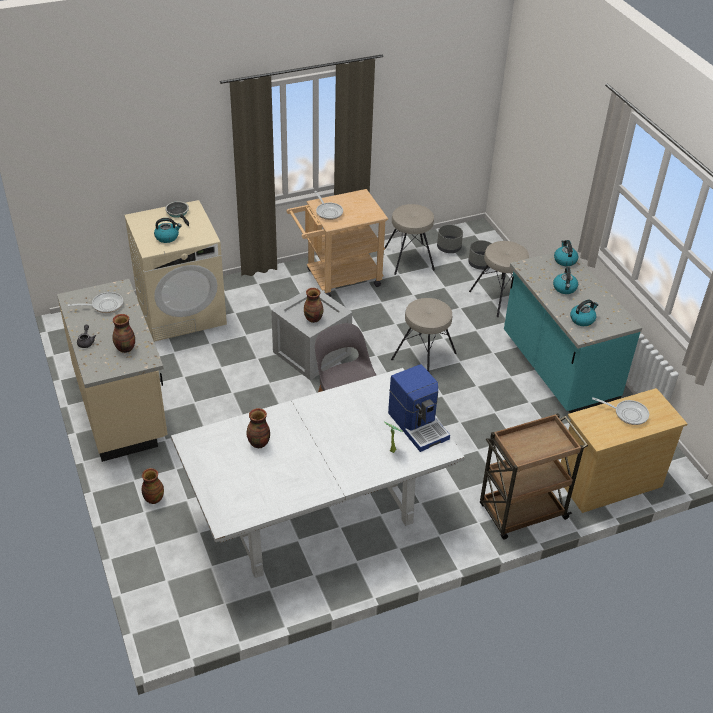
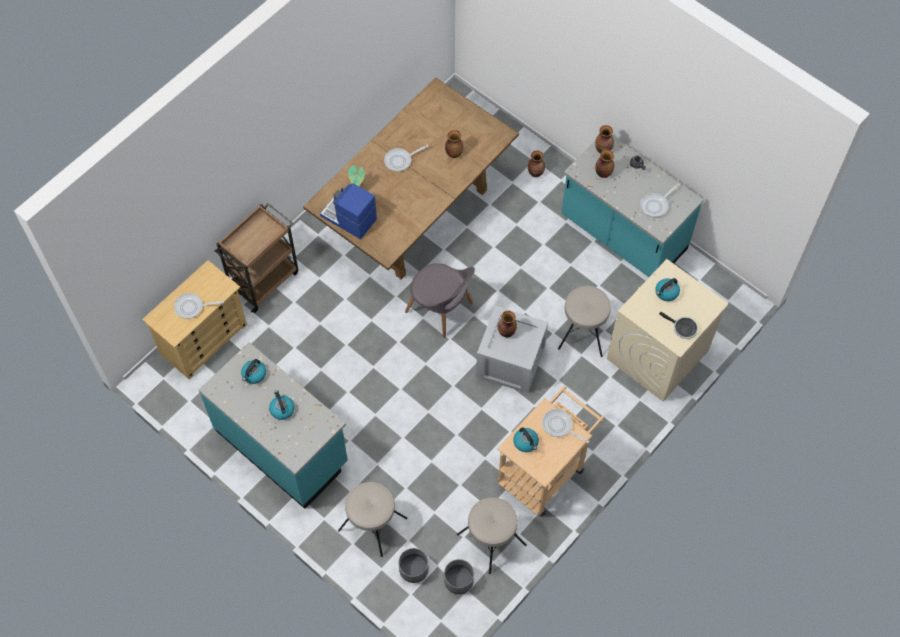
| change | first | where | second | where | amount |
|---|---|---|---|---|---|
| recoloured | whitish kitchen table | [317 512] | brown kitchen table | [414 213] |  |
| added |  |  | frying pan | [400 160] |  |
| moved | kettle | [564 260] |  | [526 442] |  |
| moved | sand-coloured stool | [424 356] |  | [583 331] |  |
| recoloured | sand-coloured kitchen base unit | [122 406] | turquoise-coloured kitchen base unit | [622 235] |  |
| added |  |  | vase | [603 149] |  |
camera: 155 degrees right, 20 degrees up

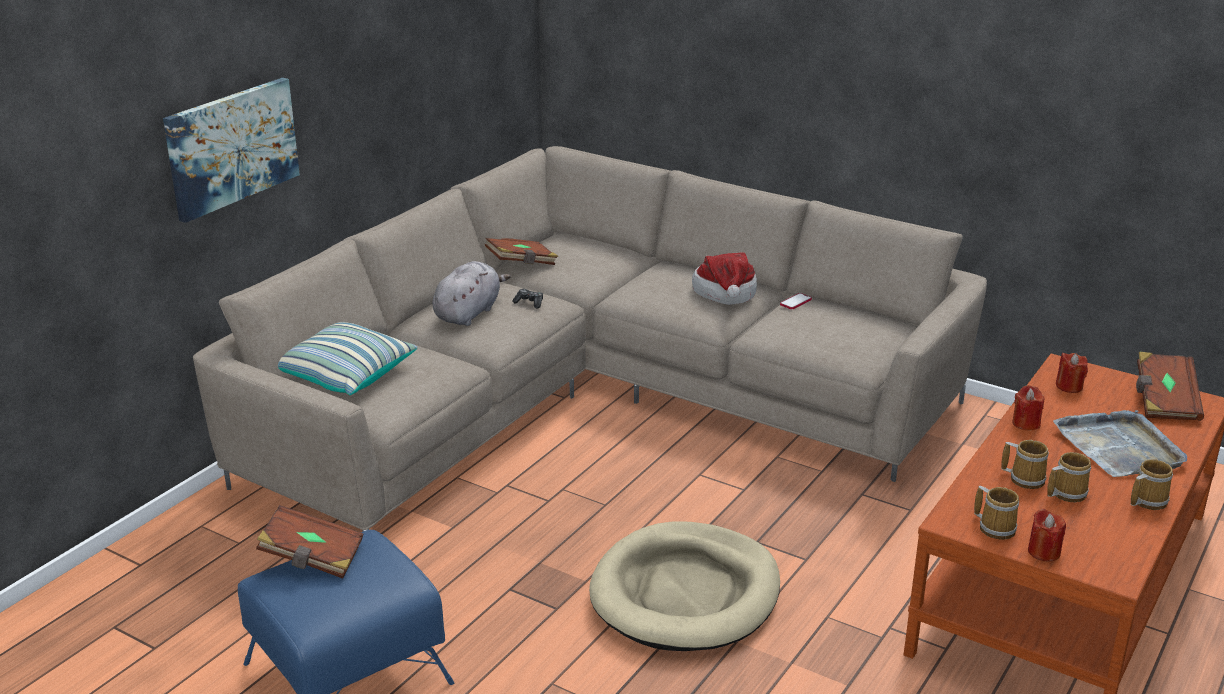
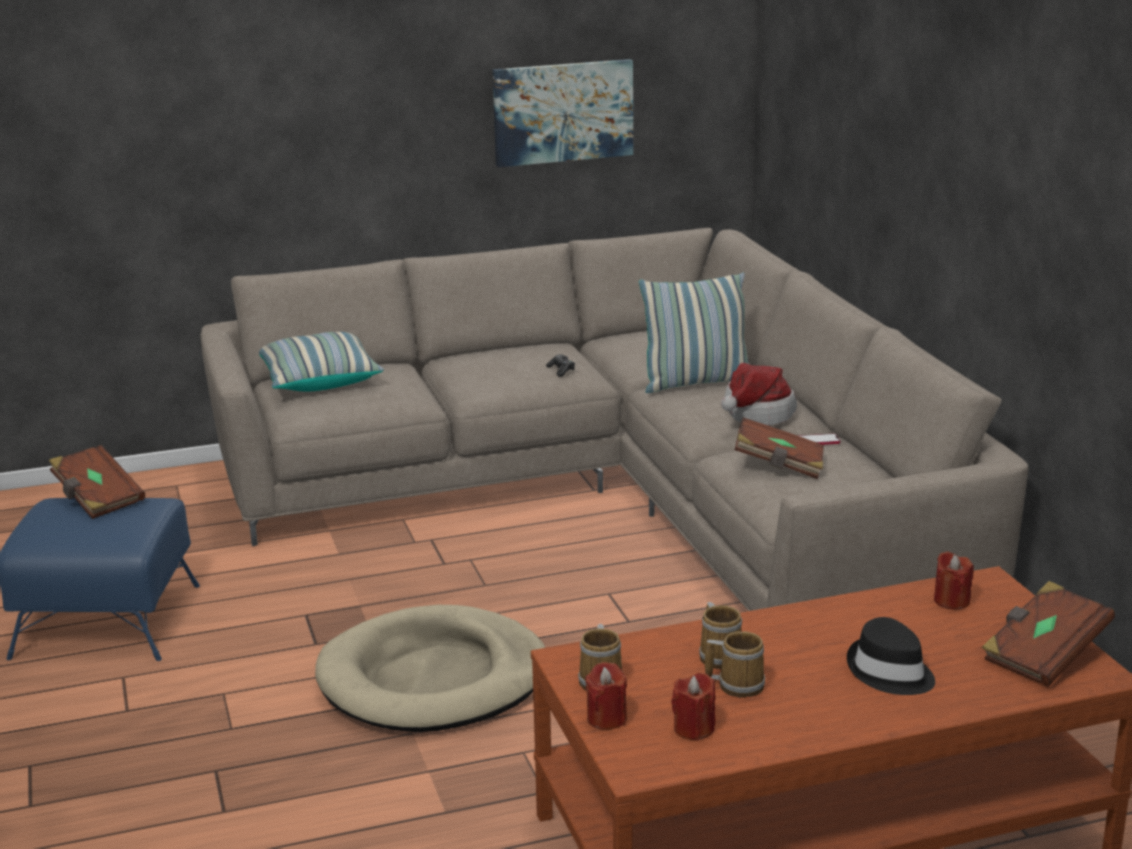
| change | first | where | second | where | amount |
|---|---|---|---|---|---|
| moved | wall art | [232 147] |  | [563 112] |  |
| added |  |  | pillow | [695 383] |  |
| moved | reddish wax light | [1026 423] |  | [694 729] |  |
| moved | brown book | [521 264] |  | [779 466] |  |
| replaced | greyish serving tray | [1120 447] | black clothing hat | [890 672] |  |
| removed | greyish soft toy | [468 313] |  |  |  |
| removed | mug | [1146 500] |  |  |  |
camera: 40 degrees right, 5 degrees down

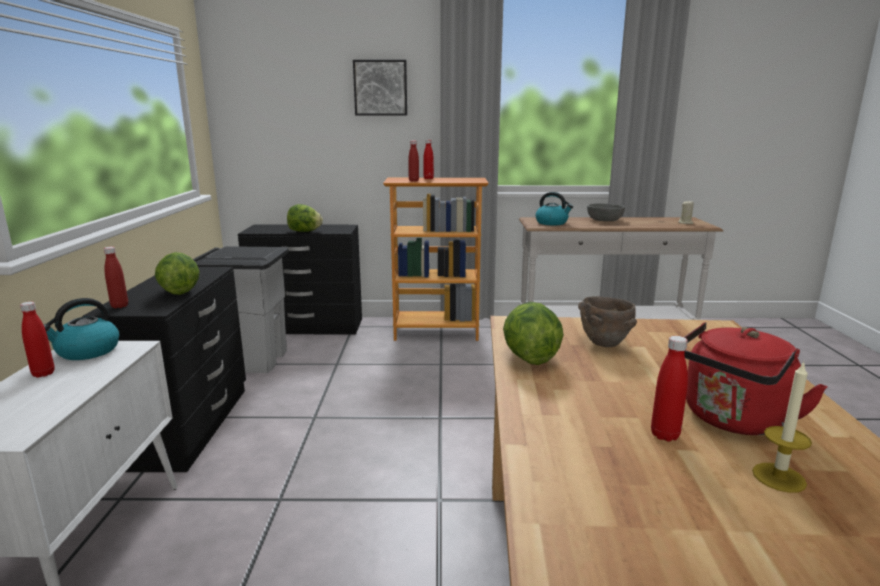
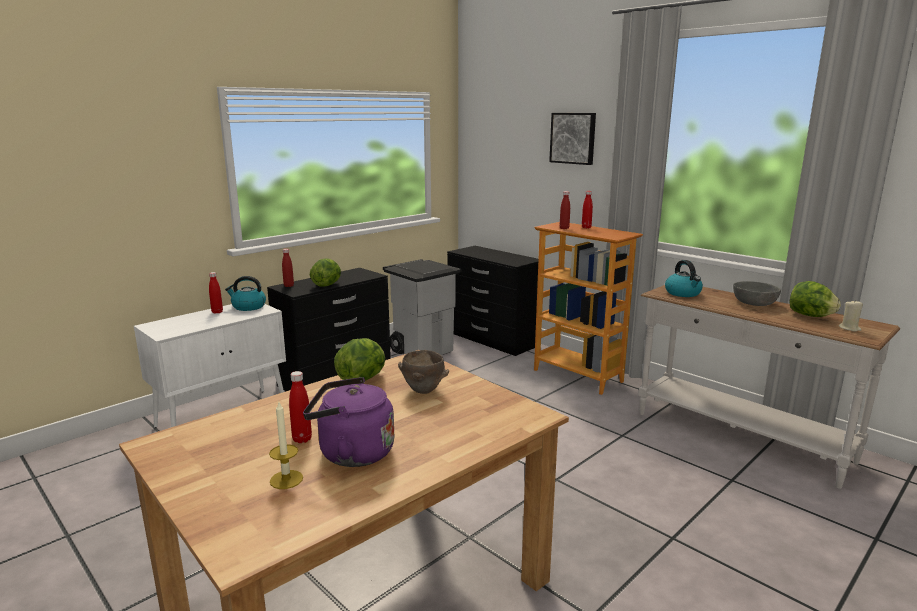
| change | first | where | second | where | amount |
|---|---|---|---|---|---|
| recoloured | reddish kettle | [732 420] | purplish kettle | [351 453] |  |
| moved | head of lettuce | [304 231] |  | [810 316] |  |
camera: 45 degrees right, 0 degrees up

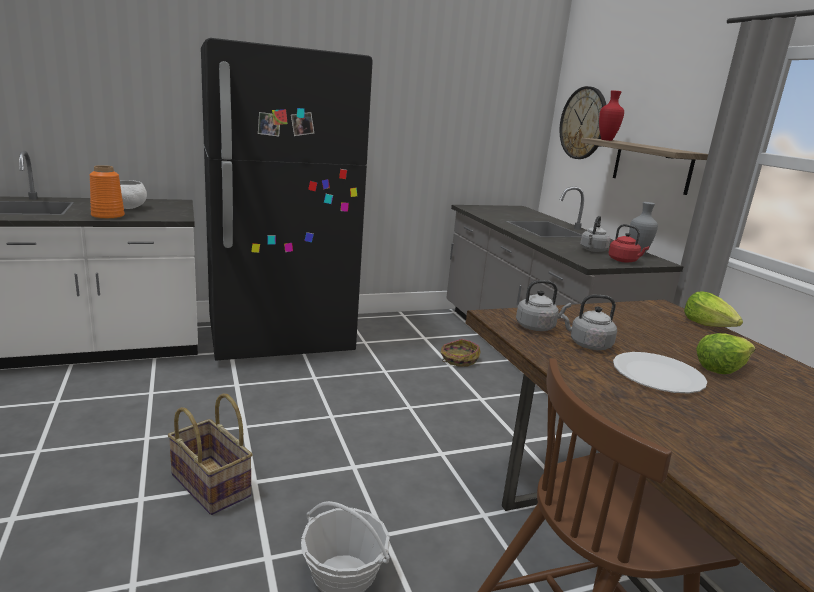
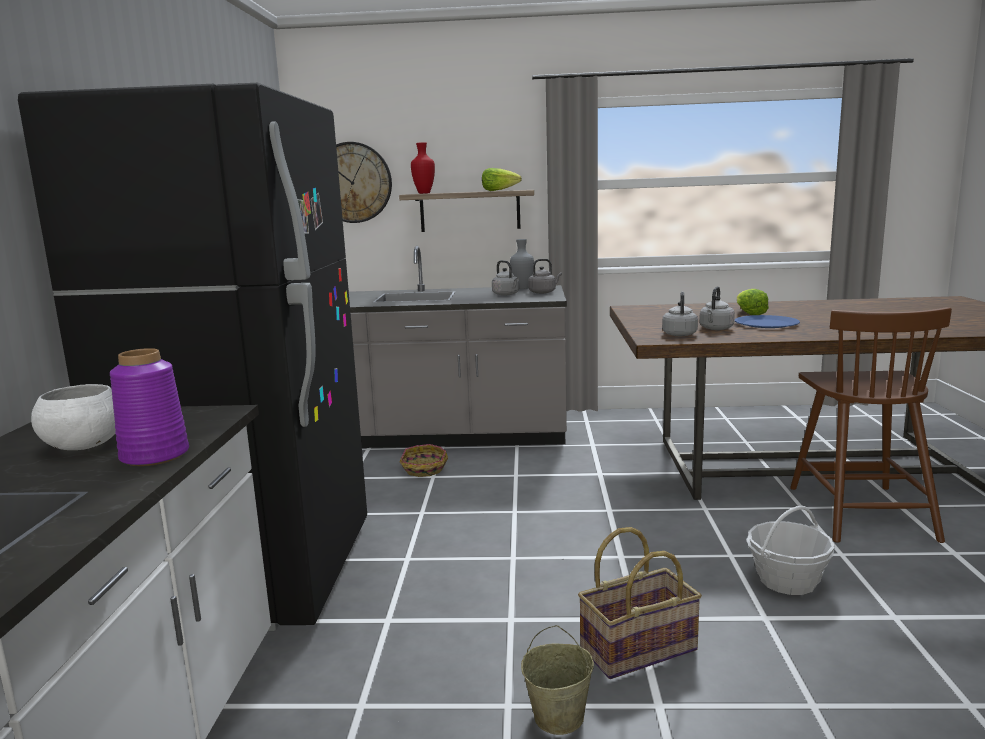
| change | first | where | second | where | amount |
|---|---|---|---|---|---|
| recoloured | orange vase | [108 216] | purplish vase | [156 455] |  |
| moved | head of lettuce | [708 325] |  | [499 190] |  |
| added |  |  | sand-coloured pail | [559 716] |  |
| recoloured | reddish kettle | [624 261] | greyish kettle | [543 292] |  |
| recoloured | whitish dinner plate | [657 375] | blue dinner plate | [766 324] |  |
camera: 65 degrees left, 5 degrees down

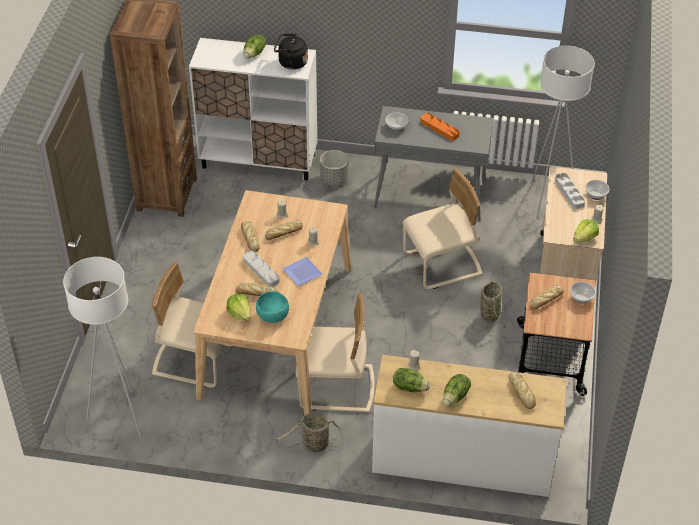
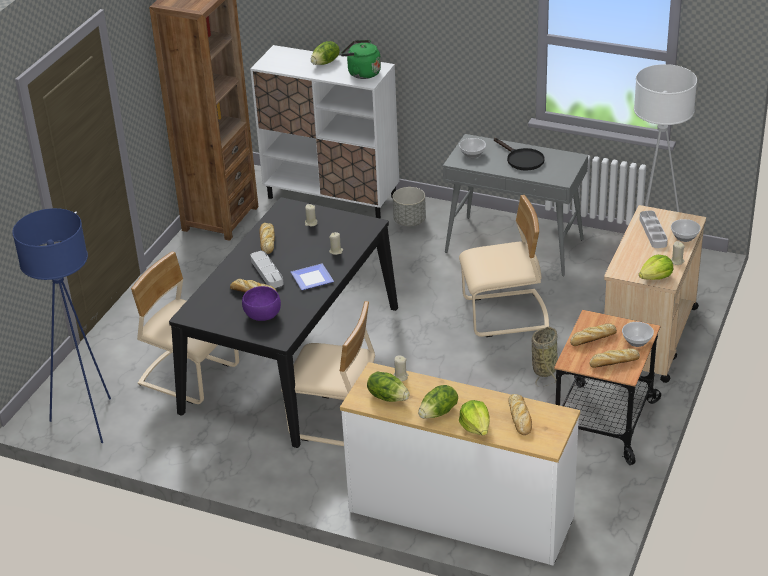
| change | first | where | second | where | amount |
|---|---|---|---|---|---|
| recoloured | whitish floor lamp | [120 417] | blue floor lamp | [87 421] |  |
| recoloured | sand-coloured kitchen table | [277 330] | black kitchen table | [292 358] |  |
| recoloured | turquoise-coloured serving bowl | [273 315] | purplish serving bowl | [263 315] |  |
| recoloured | black kettle | [291 63] | green-coloured kettle | [362 73] |  |
| moved | head of lettuce | [240 313] |  | [476 427] |  |
| replaced | orange serving tray | [439 128] | black frying pan | [521 159] |  |
| moved | baked bread | [283 233] |  | [613 362] |  |
| removed | basket | [313 445] |  |  |  |
camera: 15 degrees right, 10 degrees down

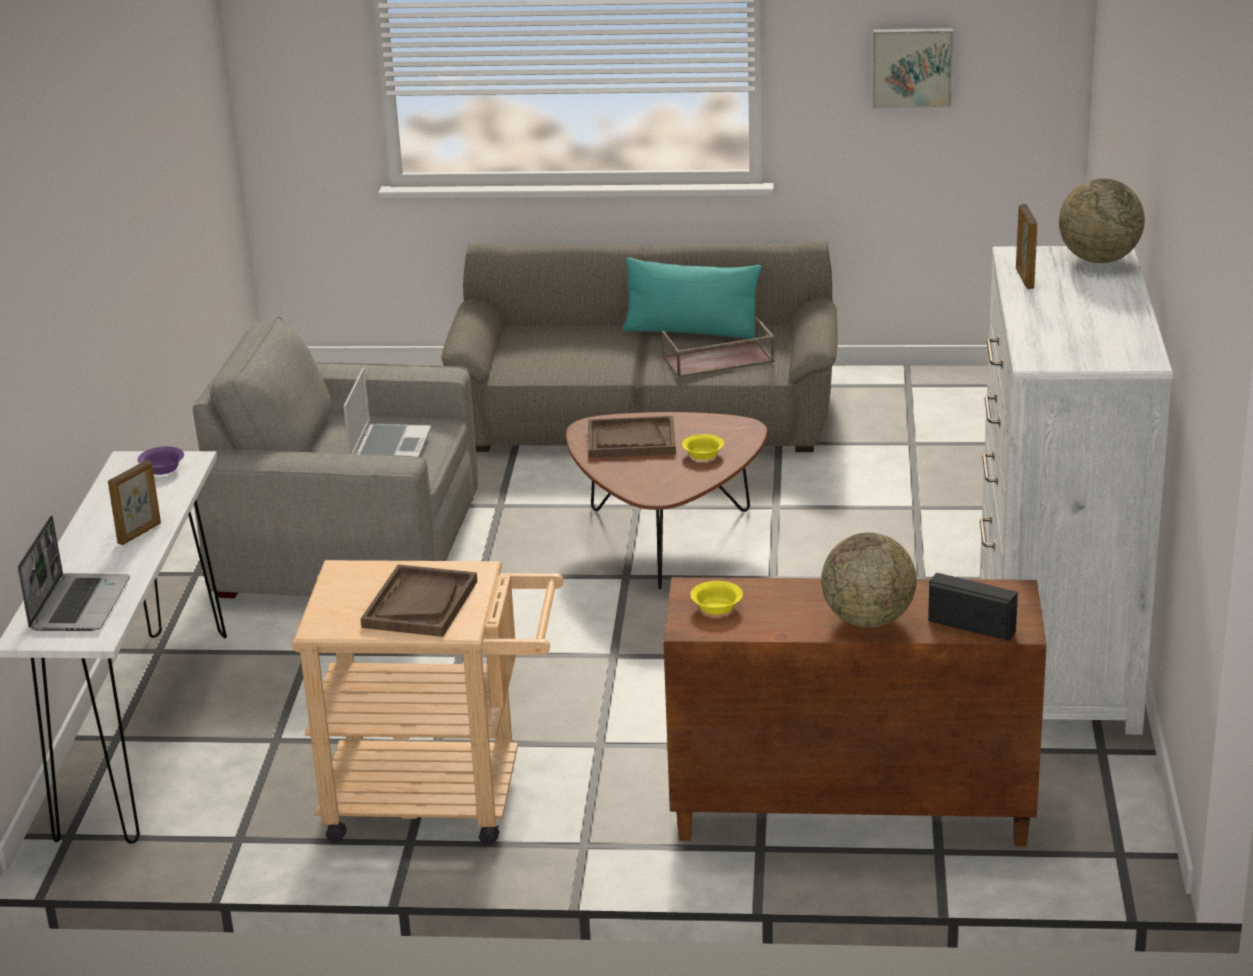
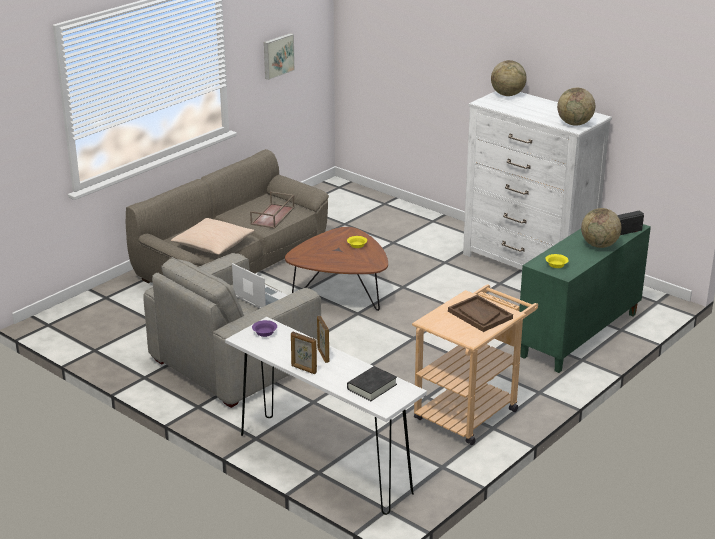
| change | first | where | second | where | amount |
|---|---|---|---|---|---|
| added |  |  | sand-coloured pillow | [213 245] |  |
| moved | picture frame | [1024 279] |  | [303 369] |  |
| replaced | notebook computer | [79 604] | black book | [372 387] |  |
| recoloured | brown cupboard | [848 813] | green-coloured cupboard | [579 336] |  |
| added |  |  | globe | [574 124] |  |
| removed | brown serving tray | [631 440] |  |  |  |
| removed | turquoise-coloured pillow | [692 331] |  |  |  |
camera: 55 degrees left, 0 degrees up

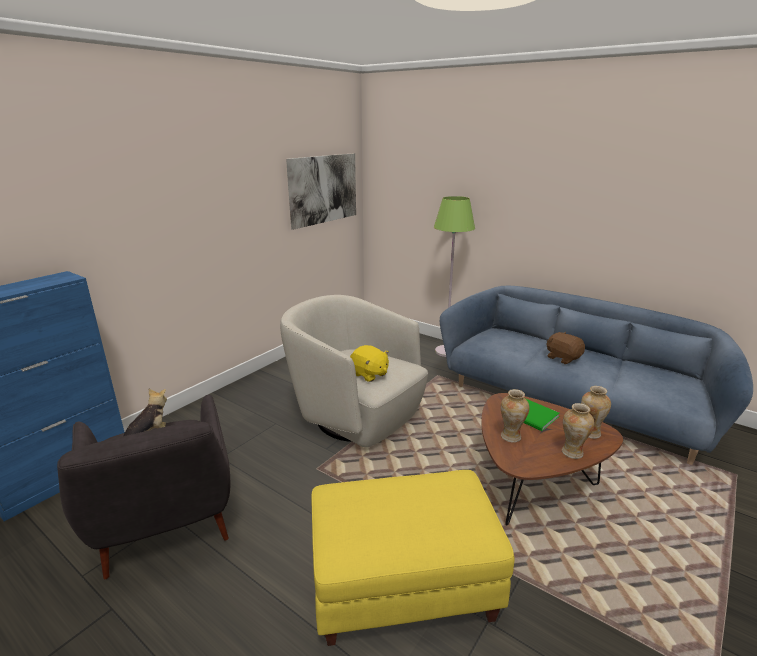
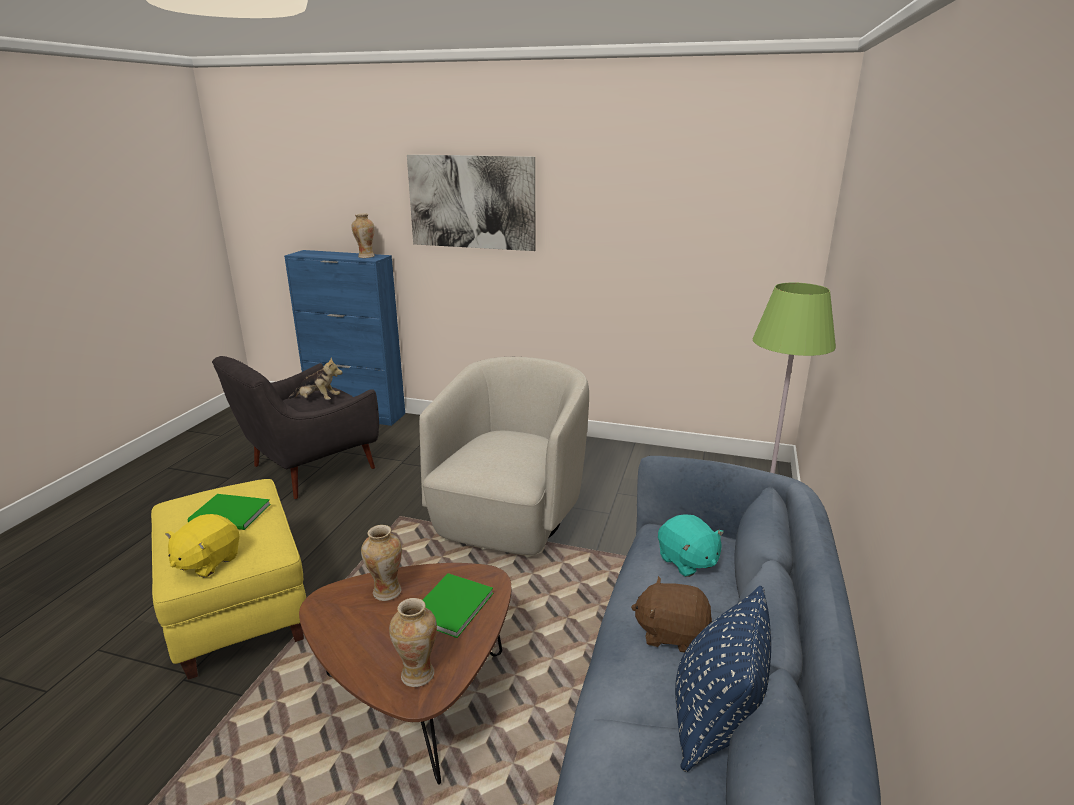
| change | first | where | second | where | amount |
|---|---|---|---|---|---|
| moved | yellow-coloured soft toy | [369 374] |  | [207 562] |  |
| added |  |  | green-coloured book | [231 515] |  |
| moved | vase | [572 453] |  | [365 256] |  |
| moved | wall art | [323 189] |  | [471 202] |  |
| turned | brown soft toy | [563 358] |  | [671 633] | 105 degrees counterclockwise |
| added |  |  | turquoise-coloured soft toy | [687 562] |  |
| added |  |  | blue pillow | [714 721] |  |
camera: 70 degrees right, 0 degrees up

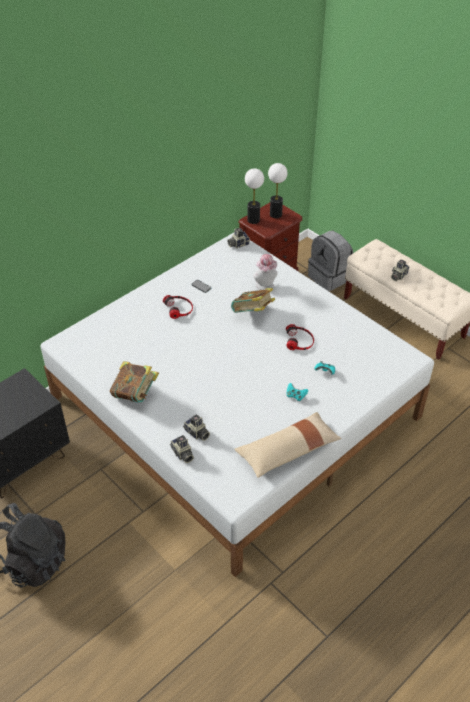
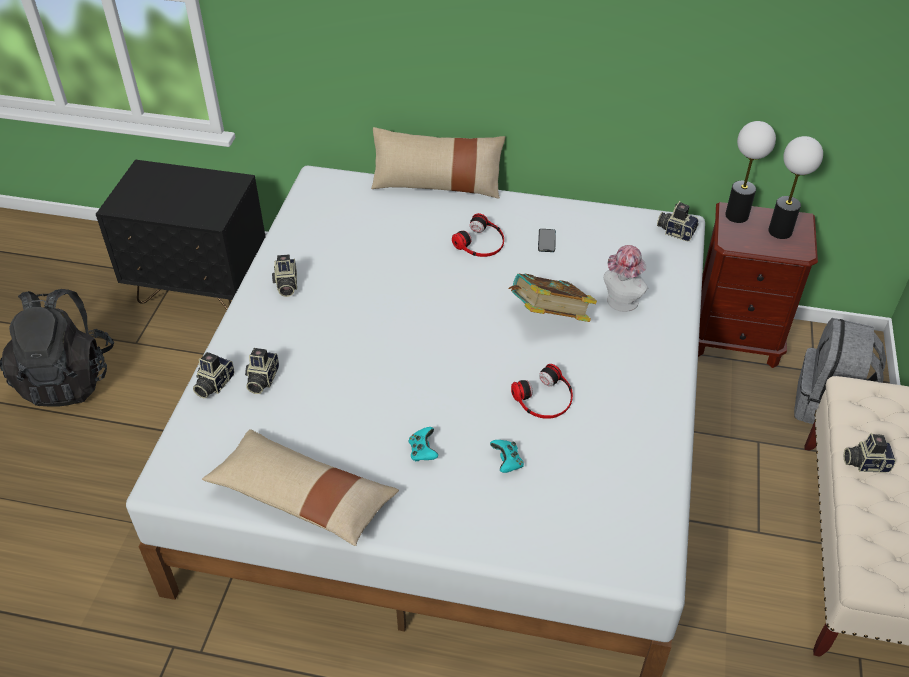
| change | first | where | second | where | amount |
|---|---|---|---|---|---|
| replaced | book | [135 394] | still camera | [286 285] |  |
| added |  |  | sand-coloured pillow | [437 185] |  |
camera: 55 degrees right, 0 degrees up

